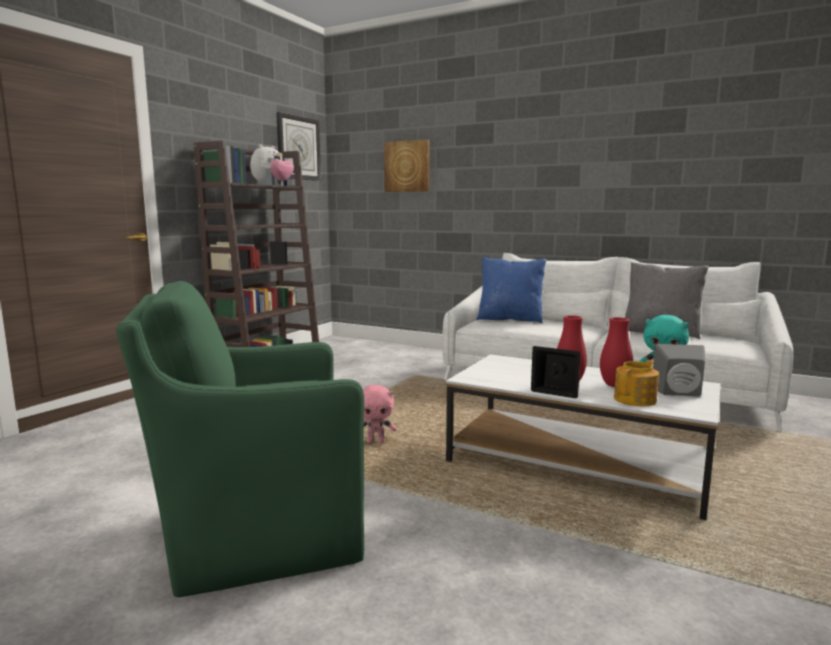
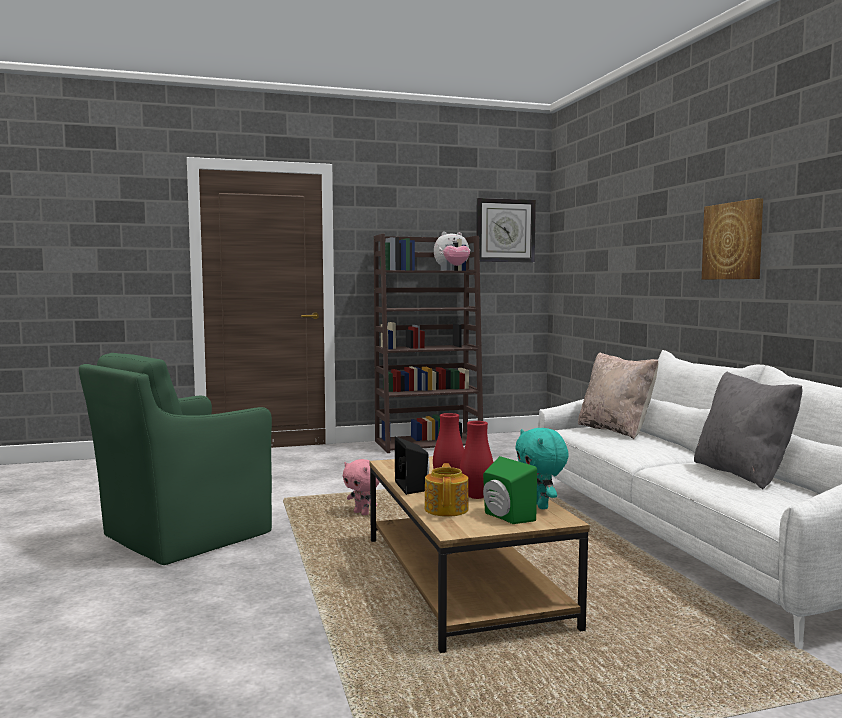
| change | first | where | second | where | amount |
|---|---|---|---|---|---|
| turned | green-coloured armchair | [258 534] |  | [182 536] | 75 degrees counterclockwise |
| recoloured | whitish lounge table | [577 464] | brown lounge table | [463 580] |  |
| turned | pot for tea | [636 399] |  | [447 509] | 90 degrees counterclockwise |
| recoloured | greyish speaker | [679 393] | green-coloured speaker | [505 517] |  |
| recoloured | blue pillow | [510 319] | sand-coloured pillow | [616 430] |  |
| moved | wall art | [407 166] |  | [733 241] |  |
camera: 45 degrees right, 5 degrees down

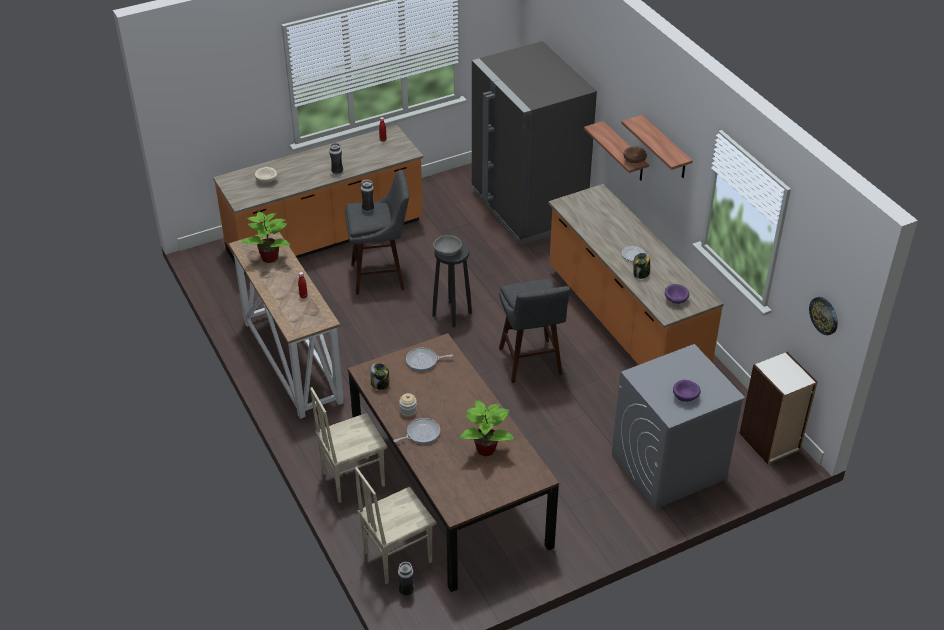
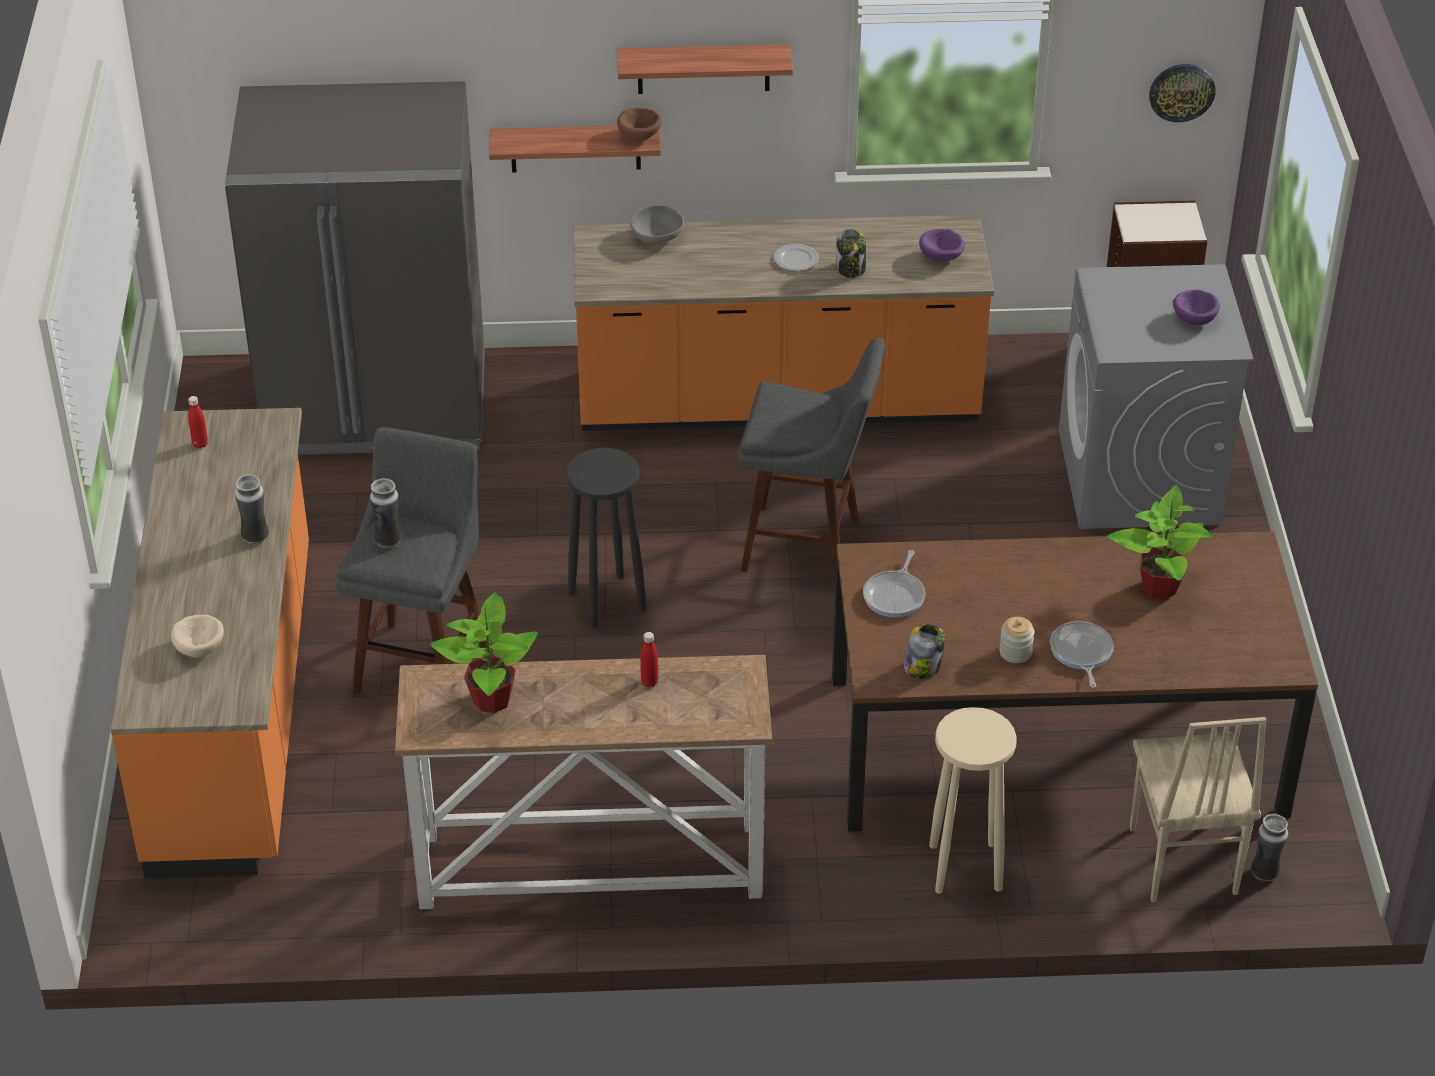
| change | first | where | second | where | amount |
|---|---|---|---|---|---|
| moved | greyish serving bowl | [447 252] |  | [656 238] |  |
| replaced | sand-coloured plain chair | [352 479] | sand-coloured stool | [964 867] |  |
camera: 65 degrees left, 0 degrees up

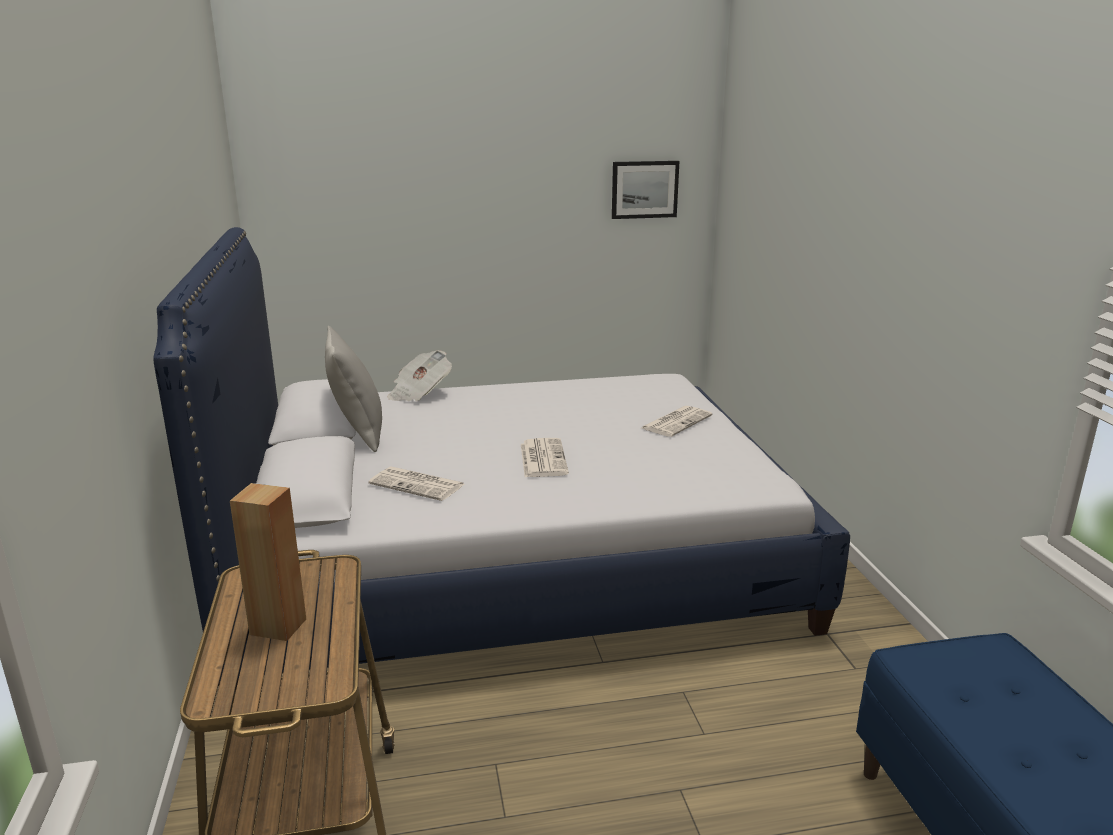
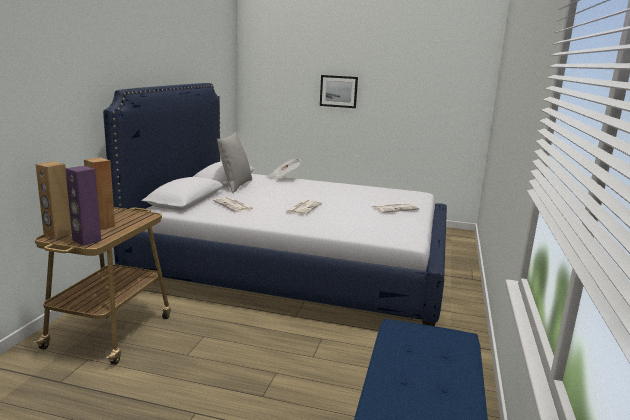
| change | first | where | second | where | amount |
|---|---|---|---|---|---|
| added |  |  | brown speaker | [57 234] |  |
| added |  |  | purplish speaker | [86 240] |  |
| moved | wall art | [644 189] |  | [338 91] |  |
camera: 25 degrees right, 5 degrees down

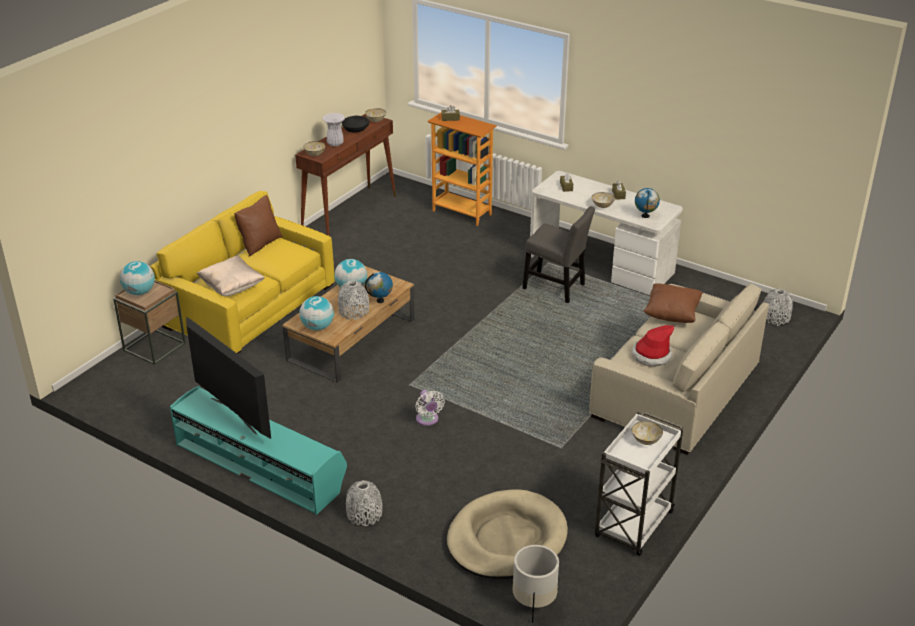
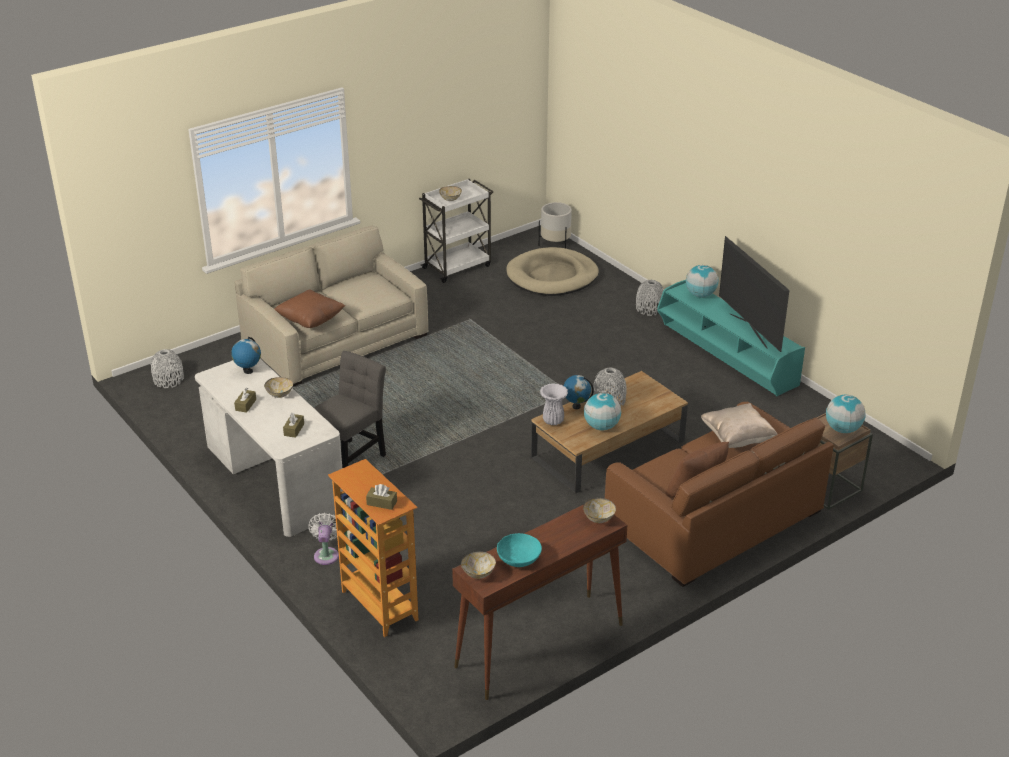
| change | first | where | second | where | amount |
|---|---|---|---|---|---|
| moved | whitish electric fan | [428 420] |  | [326 554] |  |
| turned | greyish plain chair | [556 288] |  | [351 460] | 75 degrees clockwise |
| recoloured | black serving bowl | [355 129] | turquoise-coloured serving bowl | [519 559] |  |
| moved | whitish vase | [335 144] |  | [552 421] |  |
| recoloured | yellow-coloured couch | [249 304] | brown couch | [713 519] |  |
| moved | globe | [317 327] |  | [700 295] |  |
| removed | clothing hat | [651 355] |  |  |  |
camera: 160 degrees left, 0 degrees up

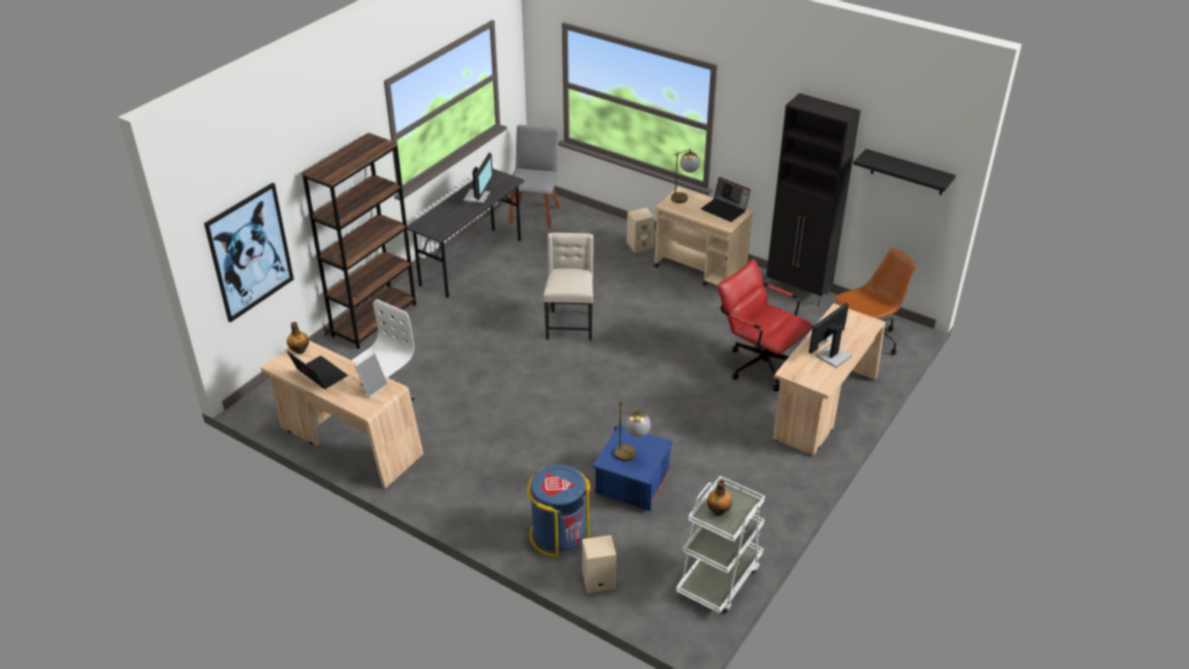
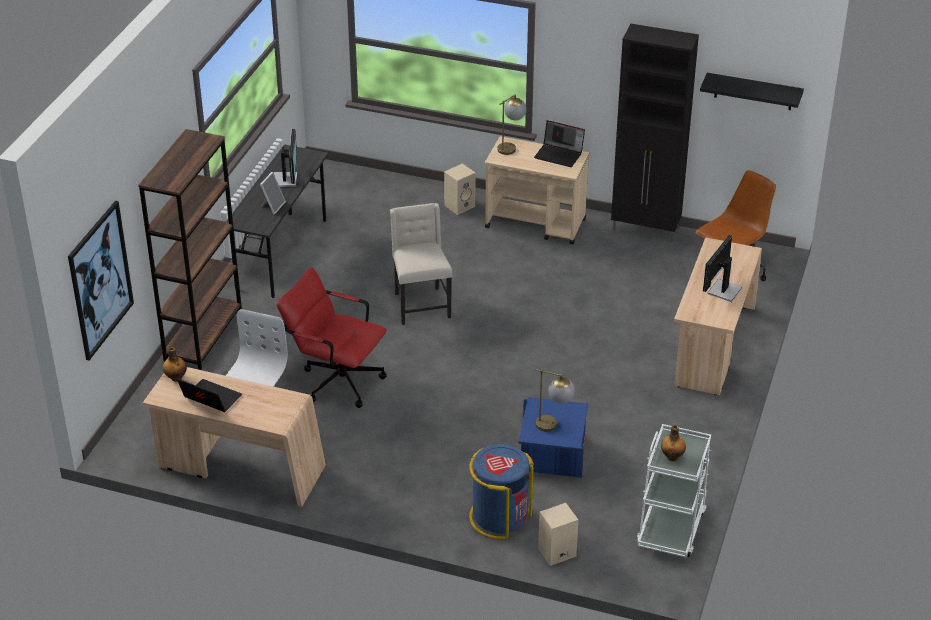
| change | first | where | second | where | amount |
|---|---|---|---|---|---|
| moved | picture frame | [372 388] |  | [272 206] |  |
| moved | reddish office chair | [758 363] |  | [335 379] |  |
| removed | greyish plain chair | [535 213] |  |  |  |
camera: 15 degrees left, 0 degrees up

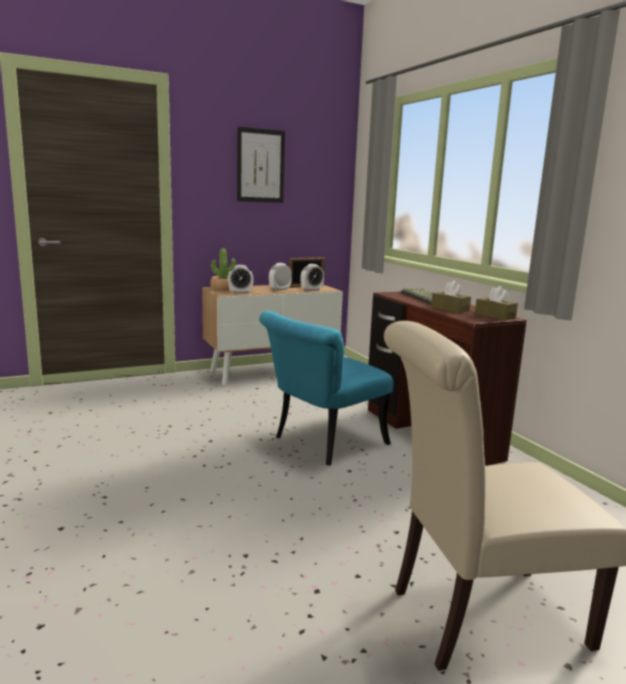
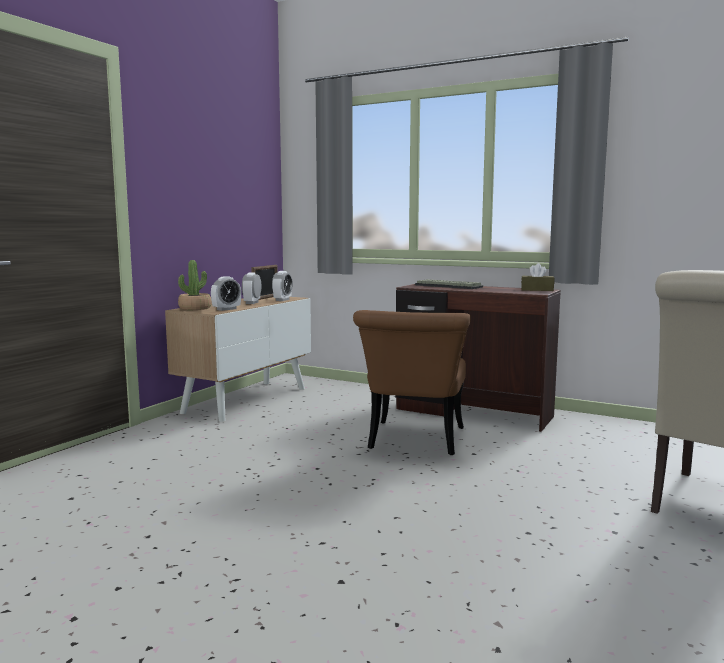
| change | first | where | second | where | amount |
|---|---|---|---|---|---|
| recoloured | turquoise-coloured plain chair | [322 443] | brown plain chair | [414 442] |  |
| removed | wall art | [260 166] |  |  |  |
| removed | brown tissue box | [450 309] |  |  |  |
camera: 35 degrees left, 5 degrees down

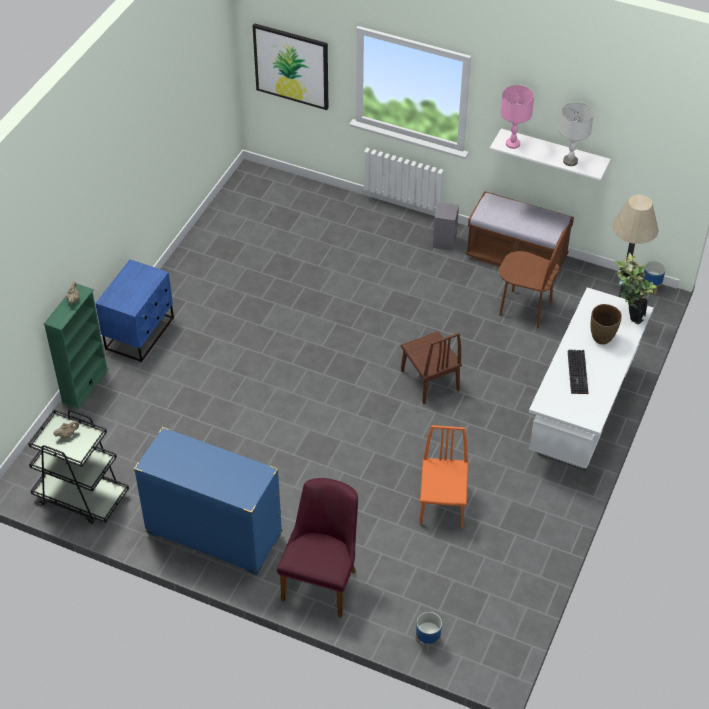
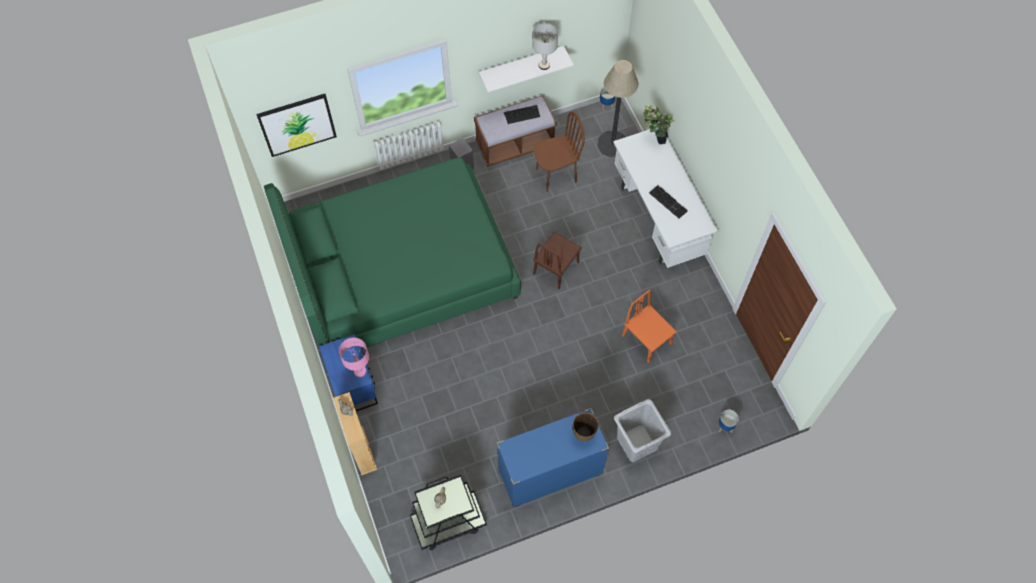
| change | first | where | second | where | amount |
|---|---|---|---|---|---|
| added |  |  | green-coloured sleeping bed | [401 271] |  |
| recoloured | green-coloured shelving unit | [85 385] | sand-coloured shelving unit | [362 450] |  |
| moved | pink lamp for a table | [512 144] |  | [359 371] |  |
| added |  |  | PC keyboard | [522 114] |  |
| turned | brown plain chair | [429 380] |  | [556 268] | 105 degrees clockwise |
| moved | brown vase | [602 338] |  | [584 434] |  |
| replaced | purplish plain chair | [323 579] | greyish hamper | [637 442] |  |
camera: 45 degrees left, 15 degrees up

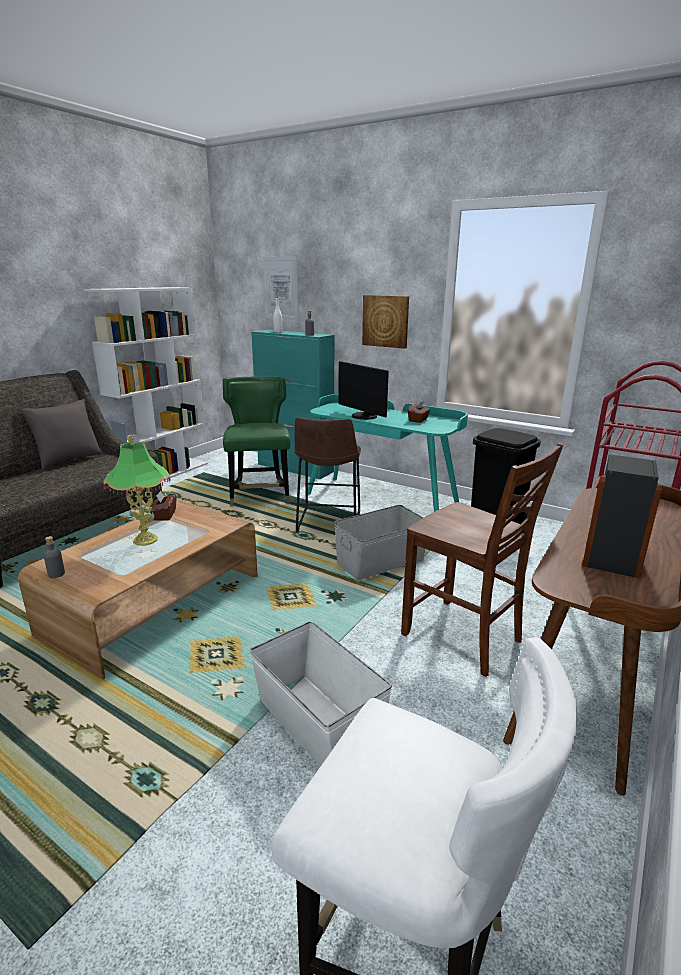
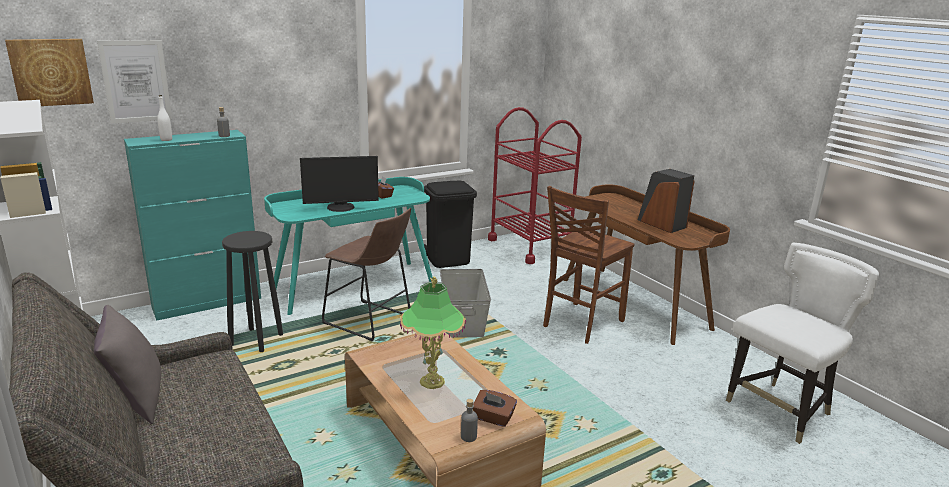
| change | first | where | second | where | amount |
|---|---|---|---|---|---|
| moved | wall art | [385 321] |  | [51 72] |  |
| replaced | green-coloured plain chair | [260 496] | black stool | [257 340] |  |
| moved | brown tissue box | [164 515] |  | [493 418] |  |
| turned | brown plain chair | [464 638] |  | [580 323] | 150 degrees clockwise |
| removed | whitish storage bin | [317 724] |  |  |  |
camera: 65 degrees left, 0 degrees up

